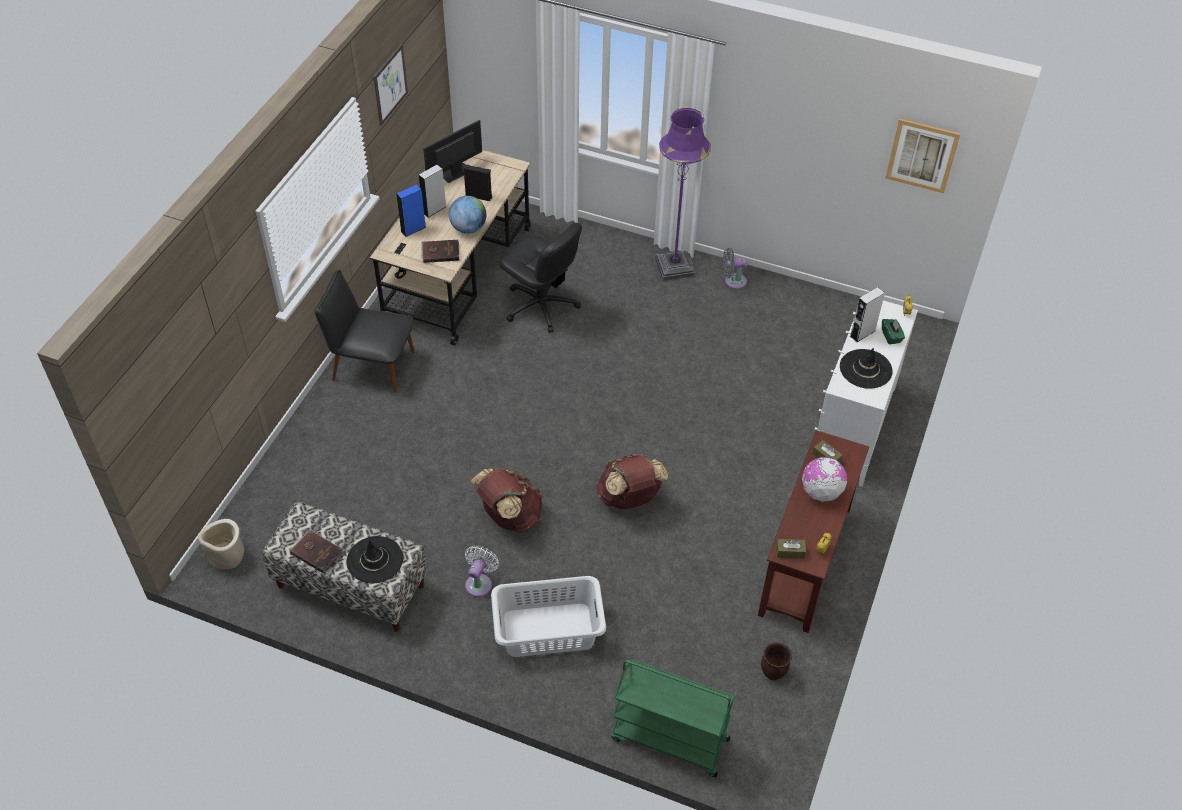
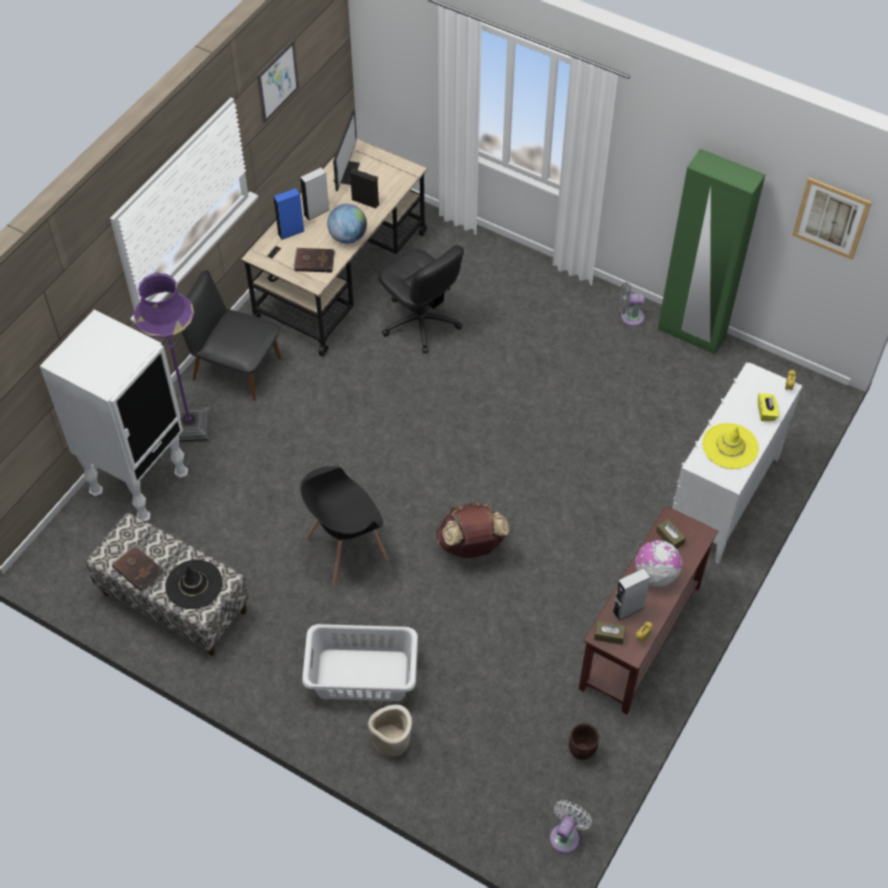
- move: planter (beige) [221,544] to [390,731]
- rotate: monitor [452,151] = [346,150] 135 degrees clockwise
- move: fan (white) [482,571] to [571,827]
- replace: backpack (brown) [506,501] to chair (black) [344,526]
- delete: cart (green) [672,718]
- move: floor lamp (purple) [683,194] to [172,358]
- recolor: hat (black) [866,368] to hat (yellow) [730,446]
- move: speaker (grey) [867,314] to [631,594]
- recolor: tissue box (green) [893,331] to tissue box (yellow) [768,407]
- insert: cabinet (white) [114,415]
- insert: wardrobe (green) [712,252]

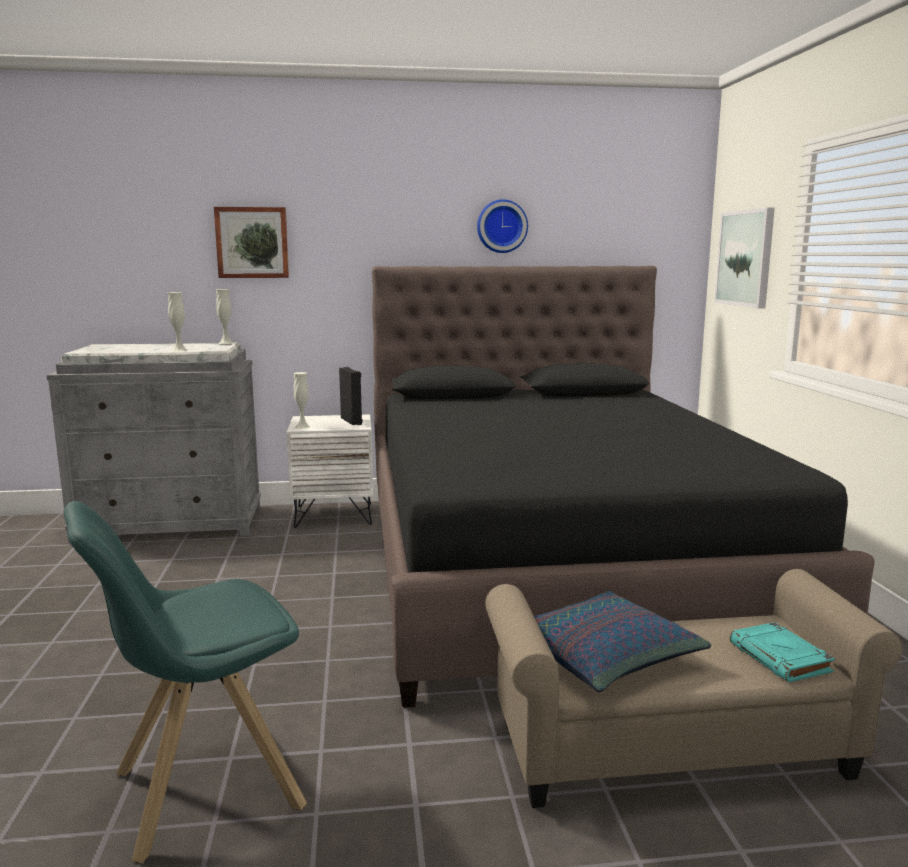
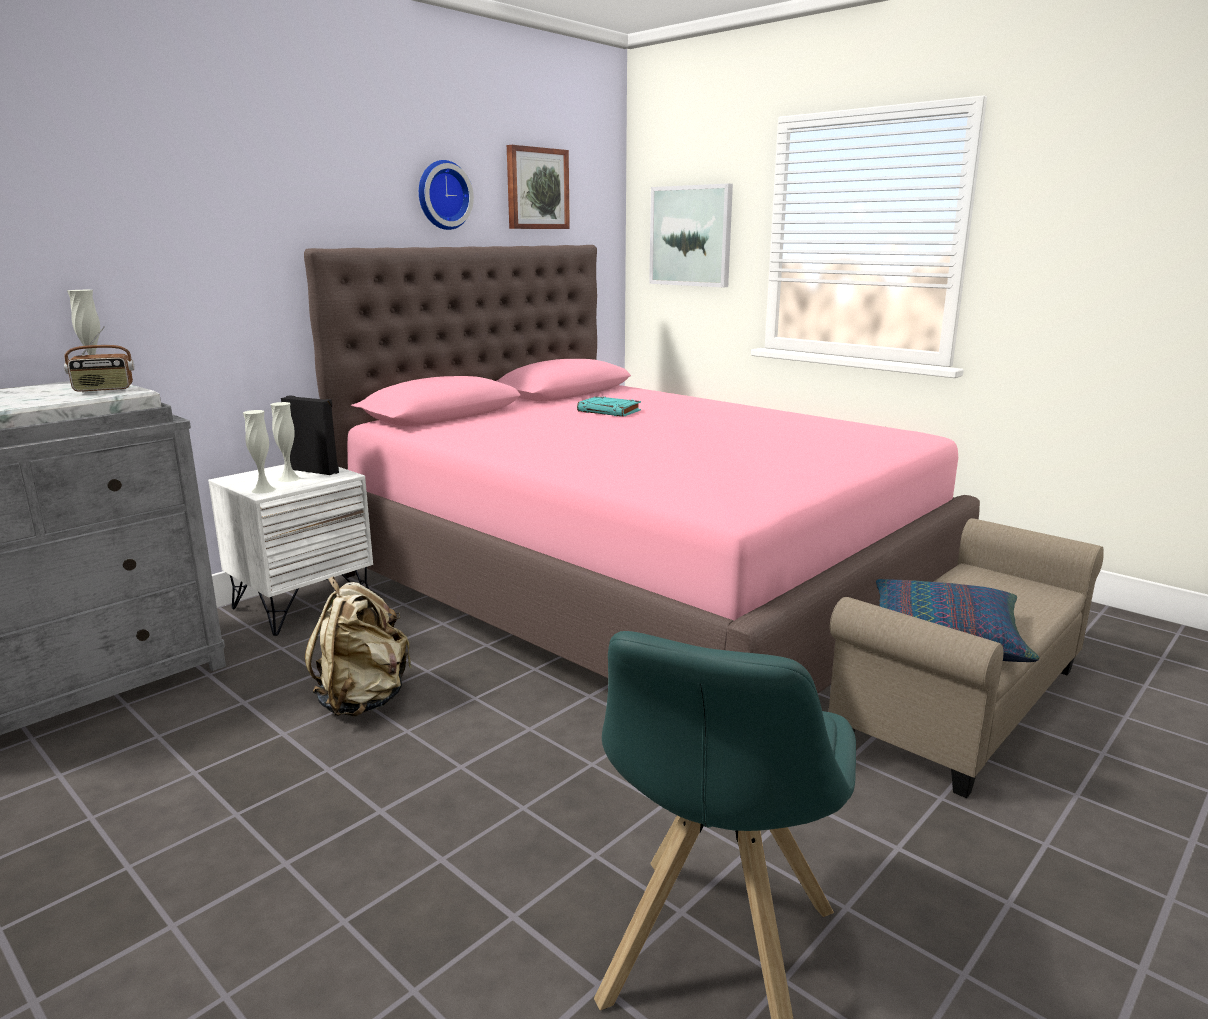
- move: vase (white) [177,321] to [285,442]
- move: picture [251,242] to [538,187]
- recolor: bed (black) [623,487] to bed (pink) [642,469]
- move: book (turquoise) [782,652] to [609,406]
- insert: radio [99,359]
- insert: backpack (beige) [358,647]

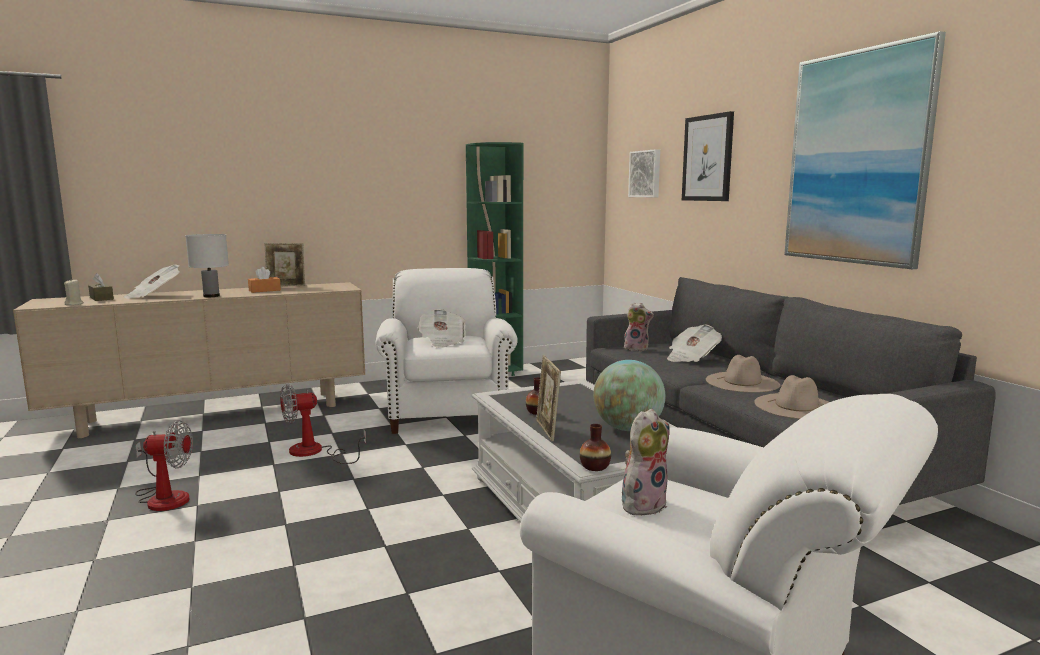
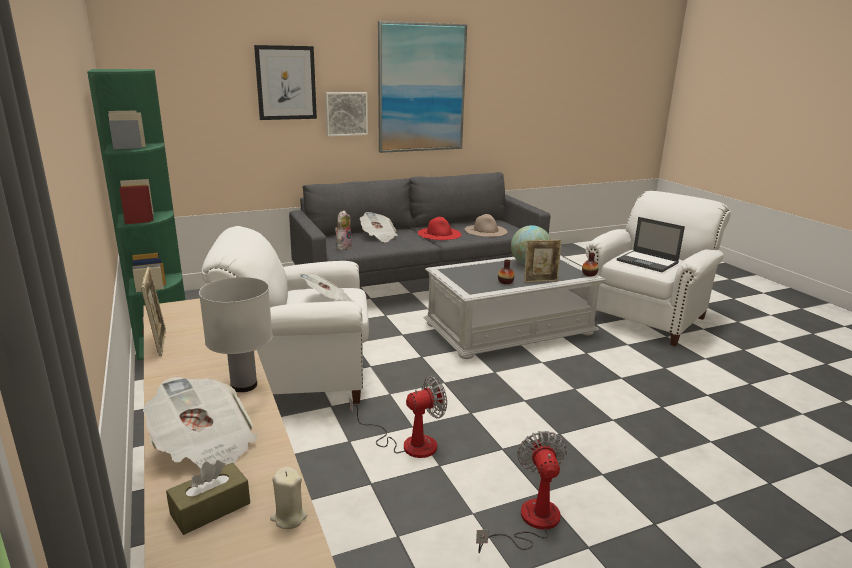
- delete: tissue box (orange) [264,280]
- rotate: fan [323,424] = [398,417] 90 degrees counterclockwise
- replace: plush toy [646,462] to laptop [651,244]
- move: picture [644,173] to [346,114]
- recolor: hat (beige) [743,374] to hat (red) [440,228]

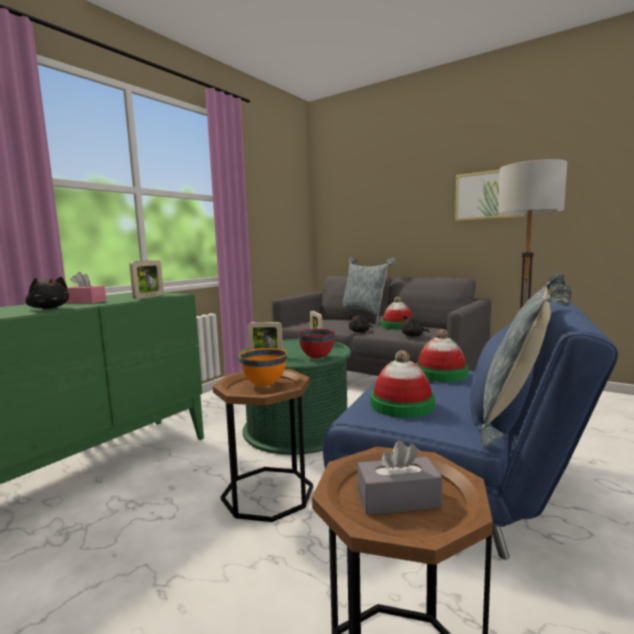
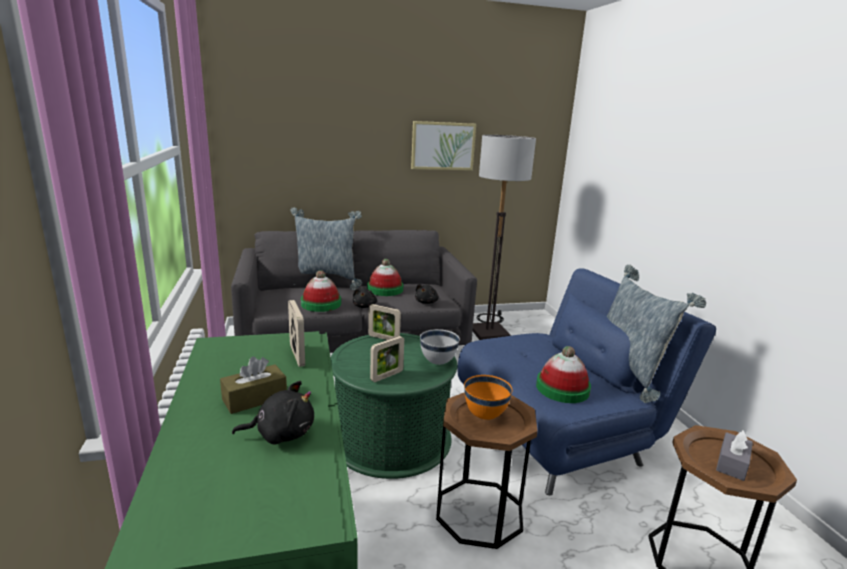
- recolor: tissue box (pink) [86,287] to tissue box (brown) [253,385]
- recolor: bowl (red) [316,343] to bowl (white) [440,347]
- move: hat [442,355] to [321,291]

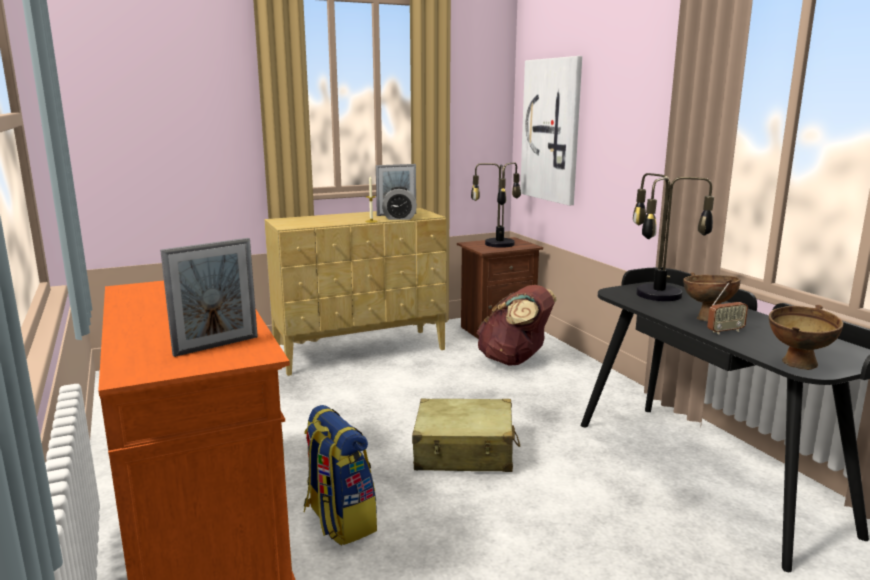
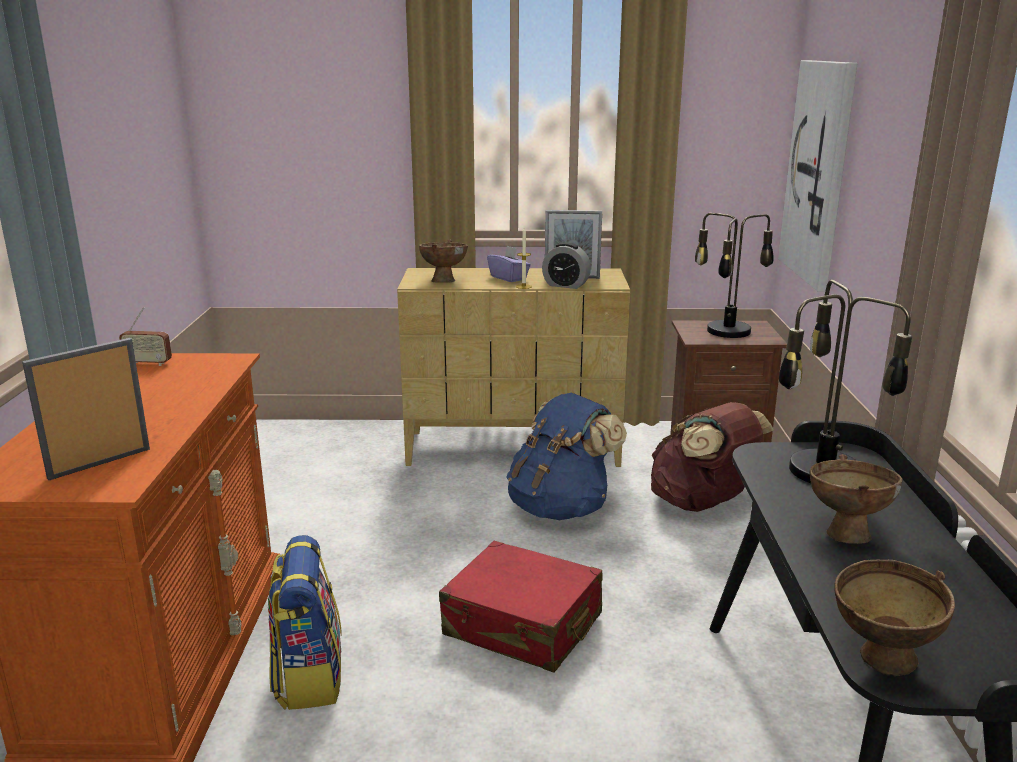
- rotate: picture frame [209,297] = [86,409] 150 degrees clockwise
- recolor: suitcase (beige) [466,435] to suitcase (red) [520,607]
- move: radio [727,308] to [145,336]
- insert: bowl (brown) [443,261]
- insert: tissue box (purple) [509,263]
- insert: backpack (blue) [566,456]

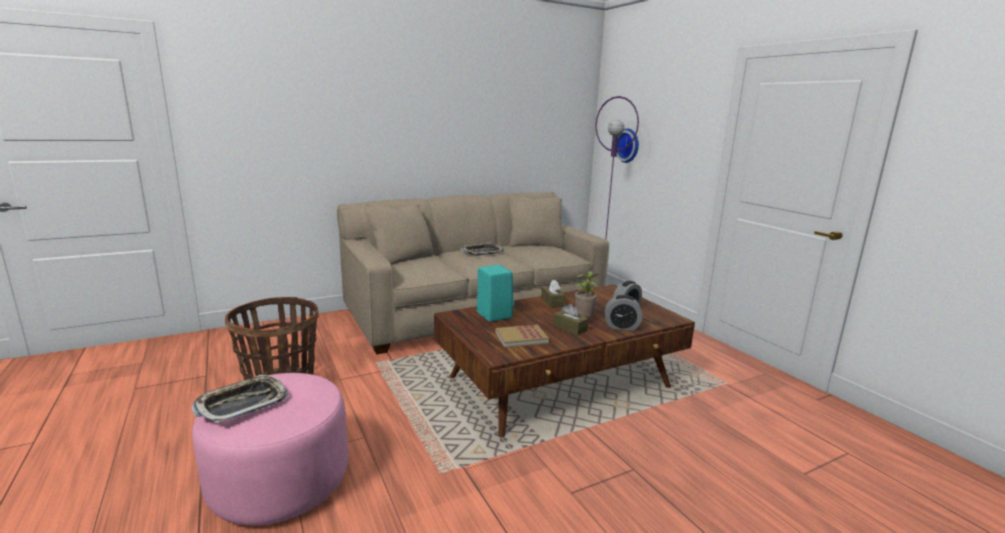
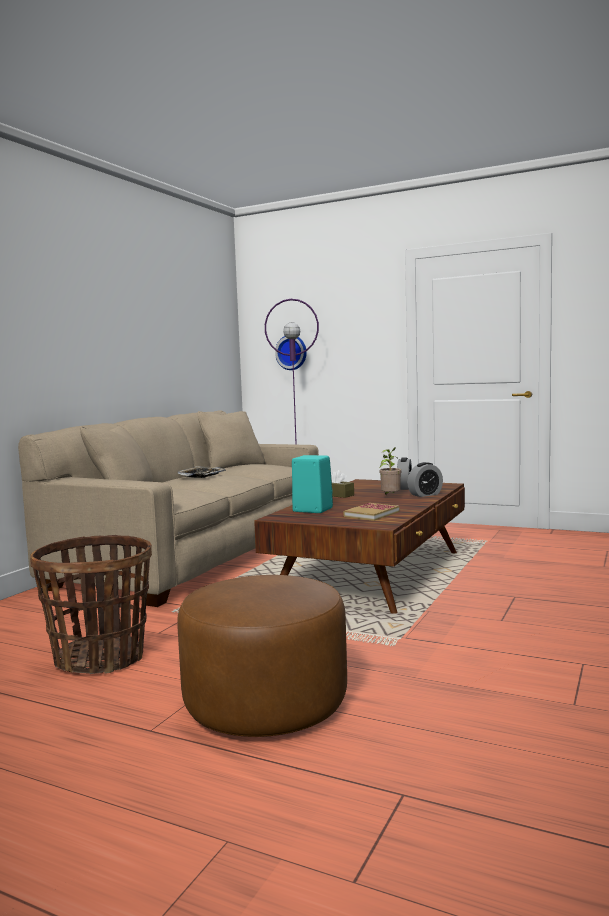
- delete: tray [239,399]
- recolor: ottoman (pink) [270,449] to ottoman (brown) [262,656]
- delete: tissue box (brown) [571,320]

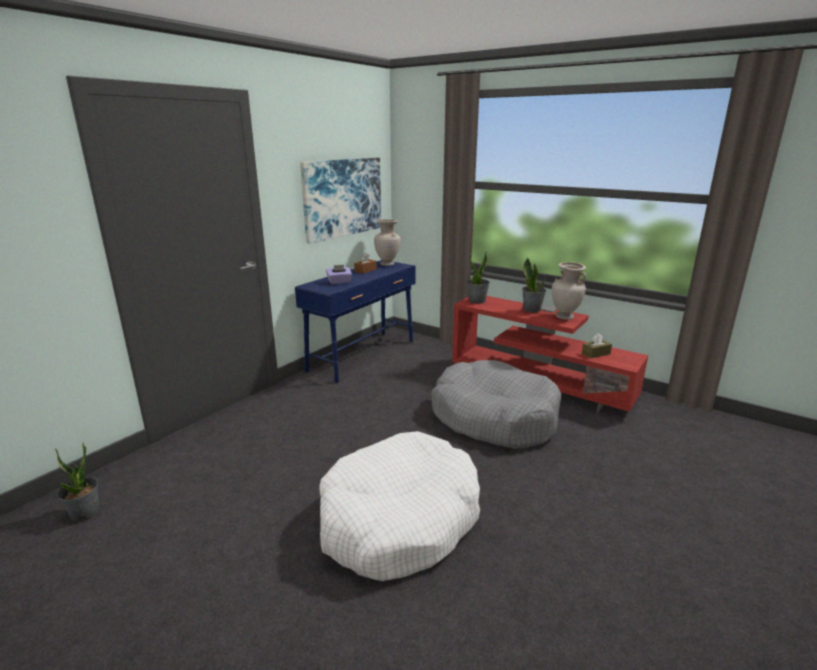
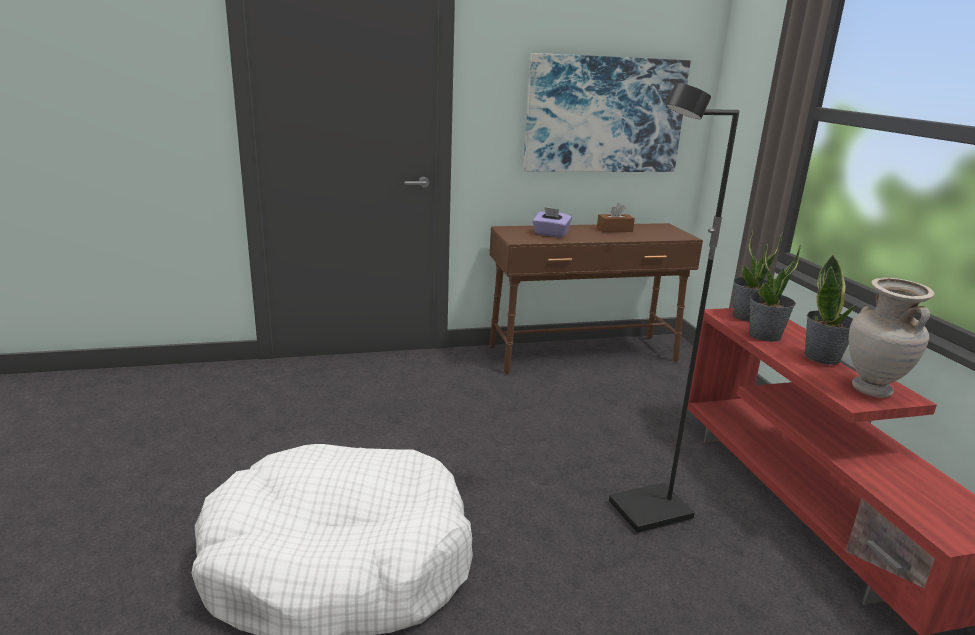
- move: potted plant [77,482] to [775,292]
- recolor: console table (blue) [355,321] to console table (brown) [596,298]
- delete: vase (beige) [387,243]
- replace: dog bed (grey) [496,404] to floor lamp (black) [674,308]
- delete: tissue box (brown) [597,345]

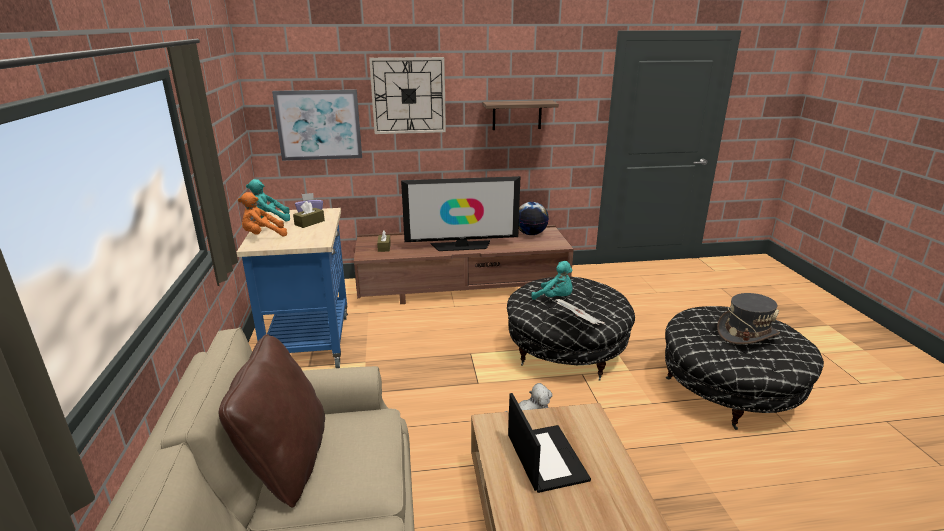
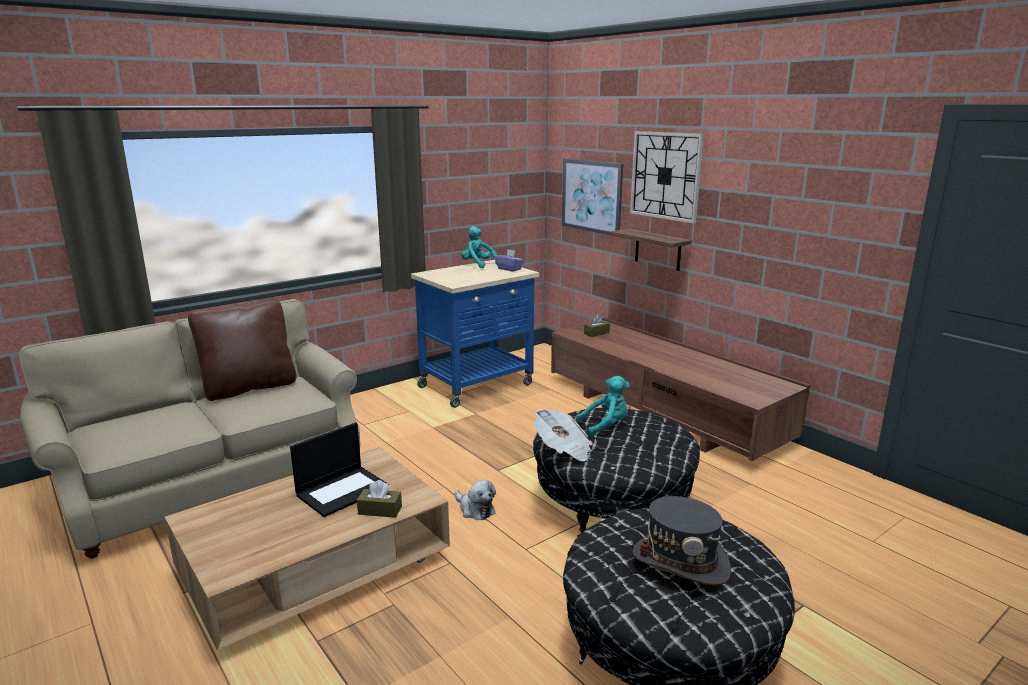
- delete: plush toy (orange) [262,214]
- move: tissue box (brown) [309,214] to [379,499]
- delete: television [460,213]
- move: shelf [521,115] to [651,250]
- delete: globe [534,218]
- rotate: plush toy (turquoise) [552,280] = [603,406] 105 degrees counterclockwise

